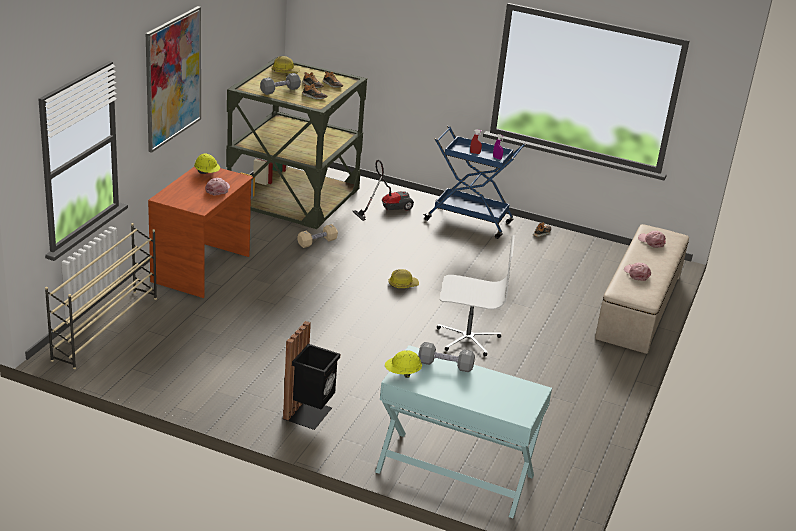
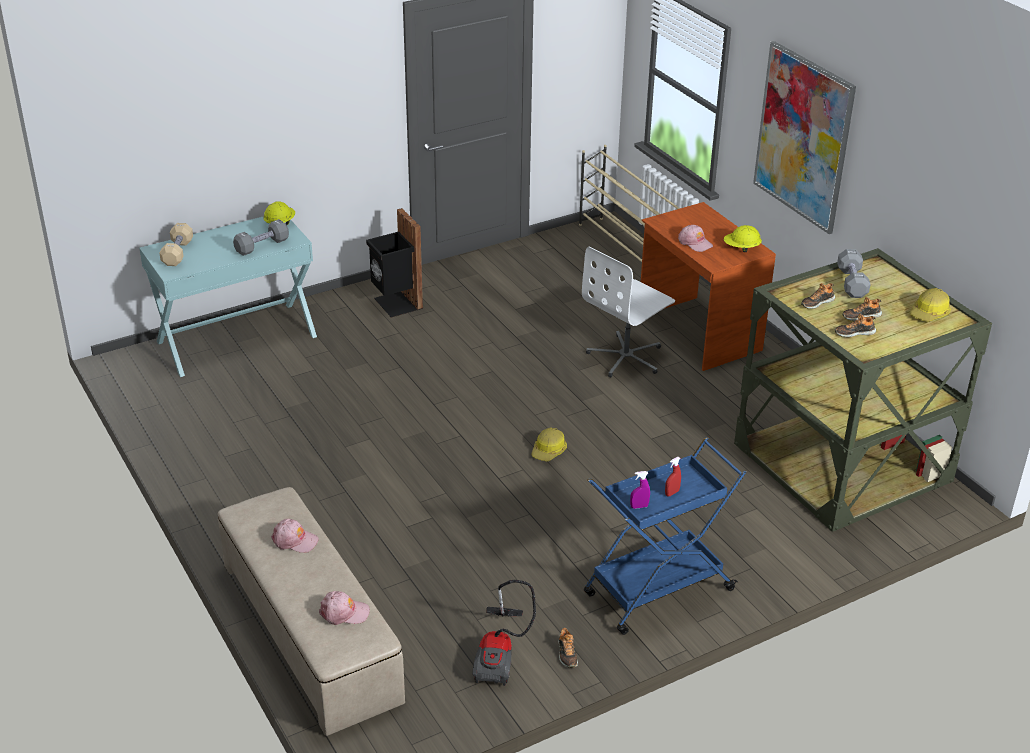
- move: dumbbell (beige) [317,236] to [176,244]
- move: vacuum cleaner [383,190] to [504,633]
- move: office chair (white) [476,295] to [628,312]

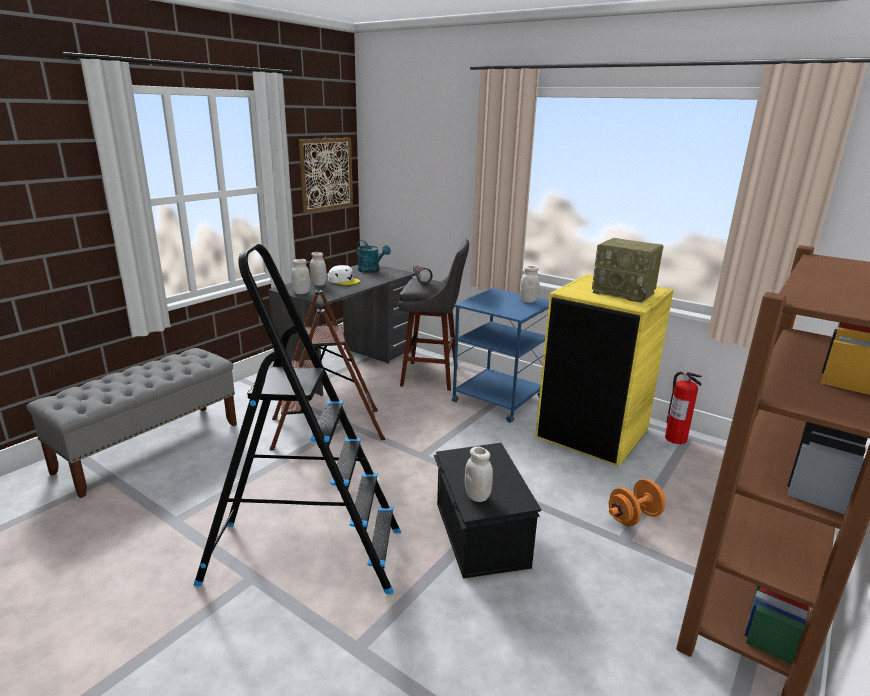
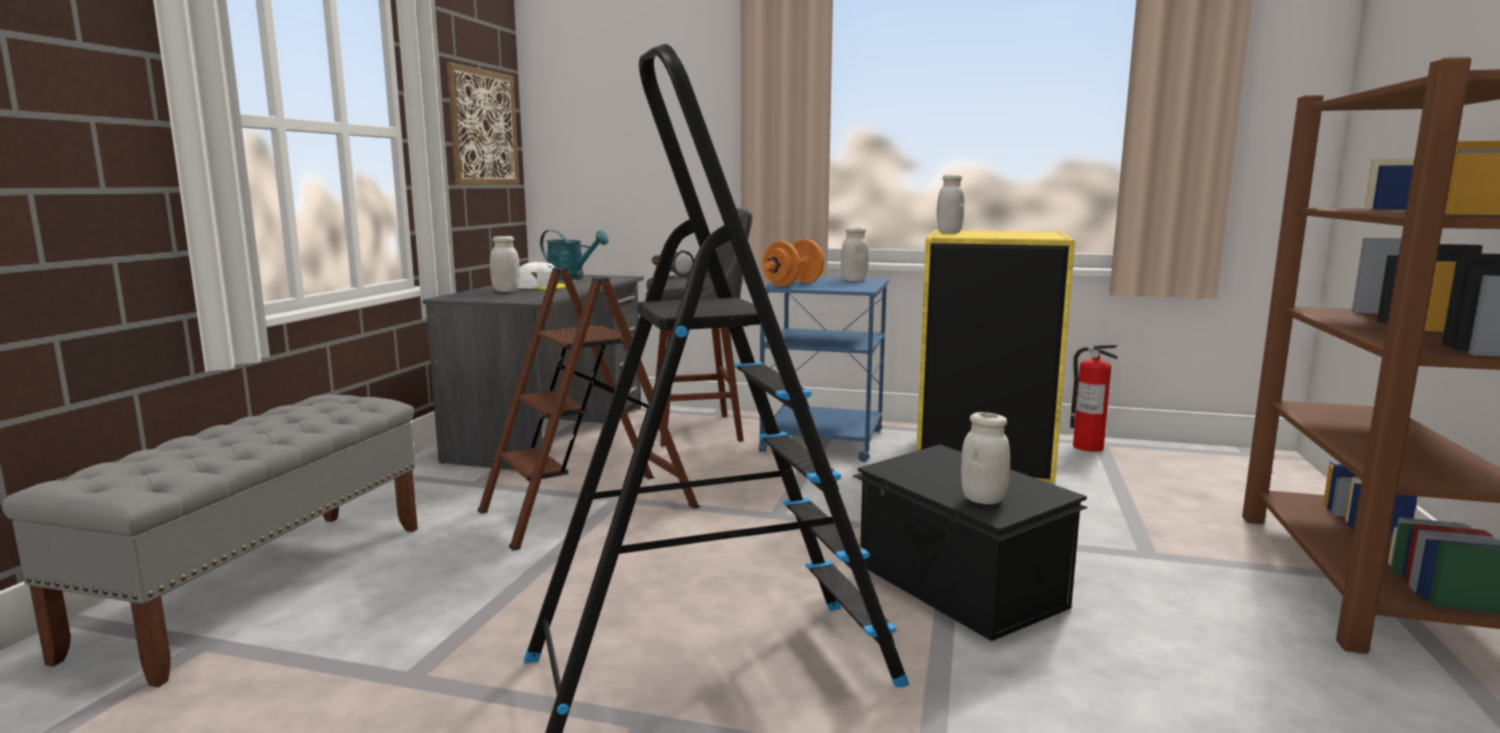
- move: jar (white) [300,276] to [950,203]
- delete: radio [627,270]
- move: dumbbell (orange) [637,503] to [793,263]

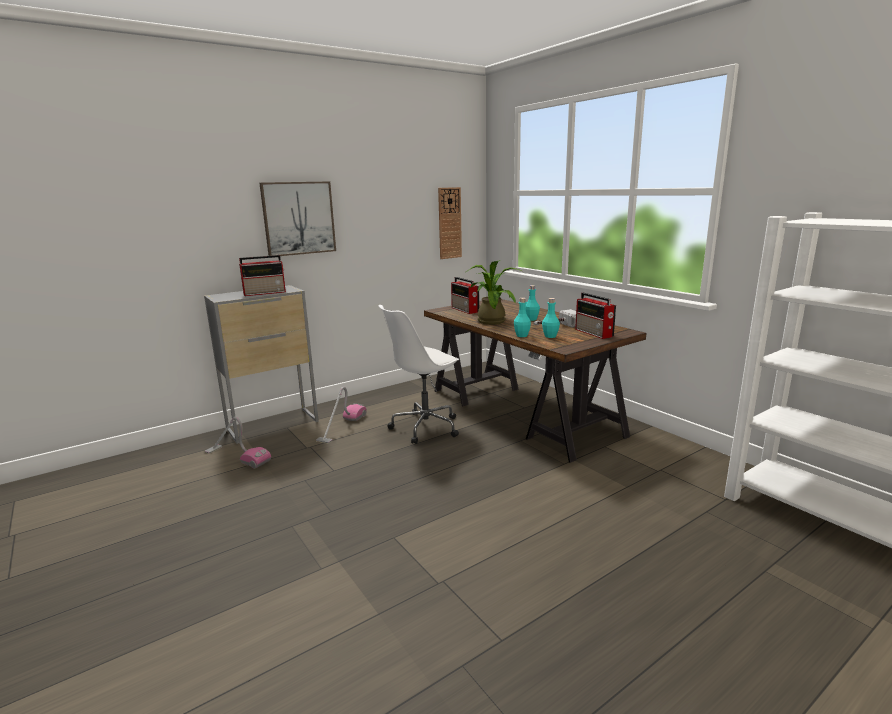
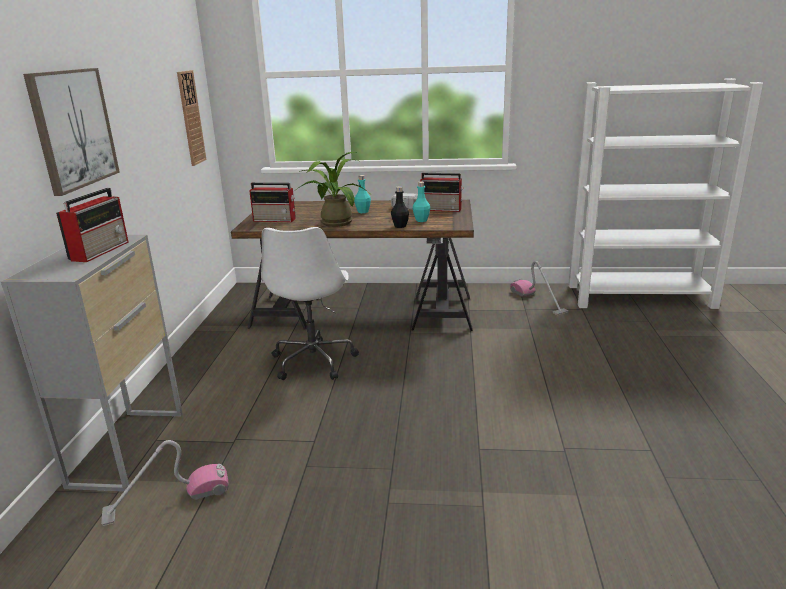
- move: vacuum cleaner [341,415] to [539,288]
- recolor: bottle (turquoise) [522,317] to bottle (black) [400,207]

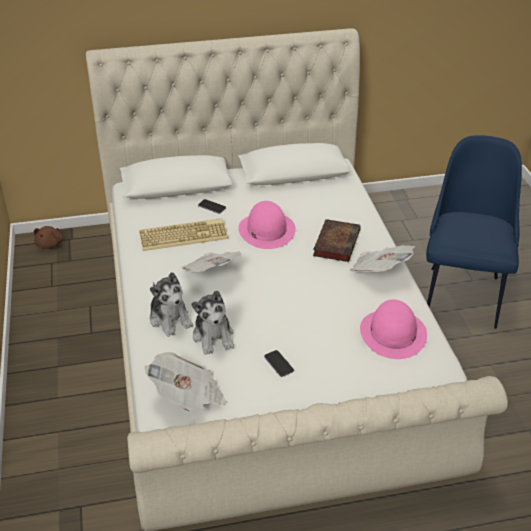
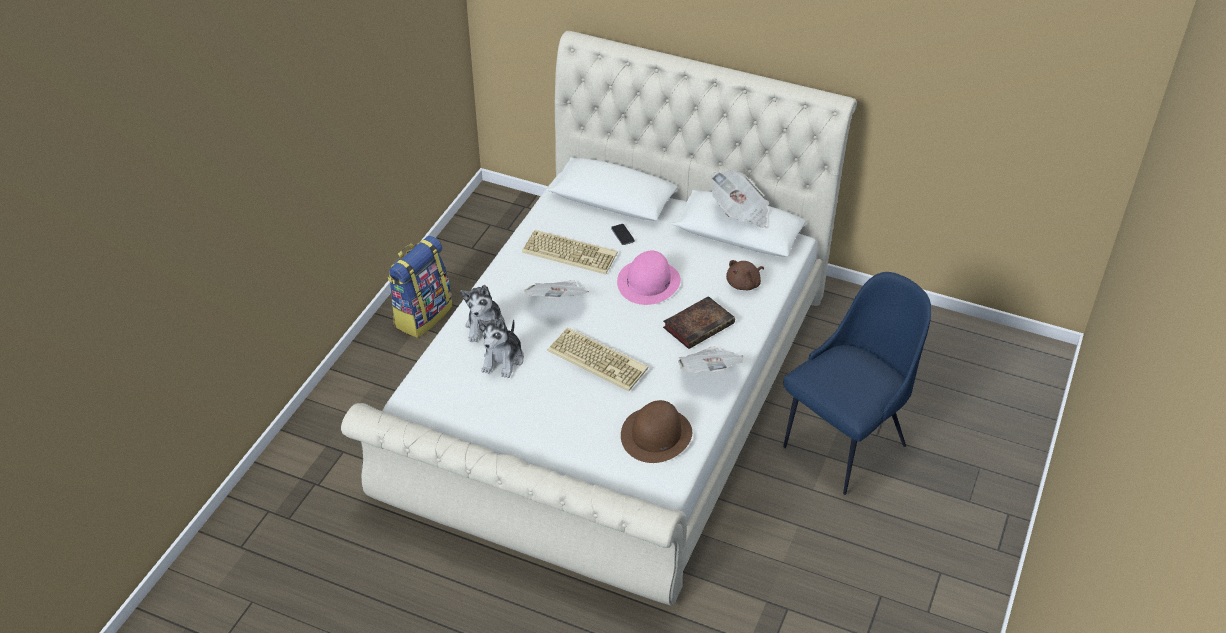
- move: plush toy (brown) [48,237] to [745,275]
- move: newspaper [185,381] to [740,199]
- delete: phone [279,363]
- recolor: hat (pink) [393,329] to hat (brown) [656,431]
- insert: backpack [420,287]
- insert: keyboard [598,359]

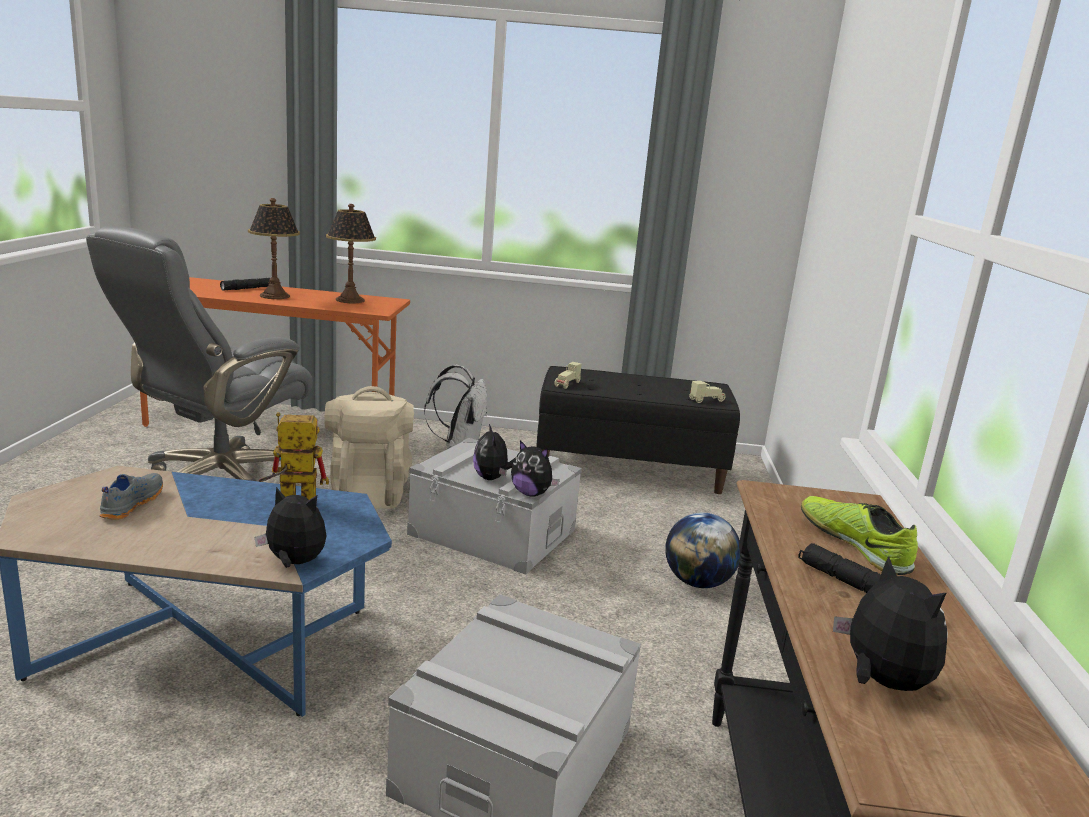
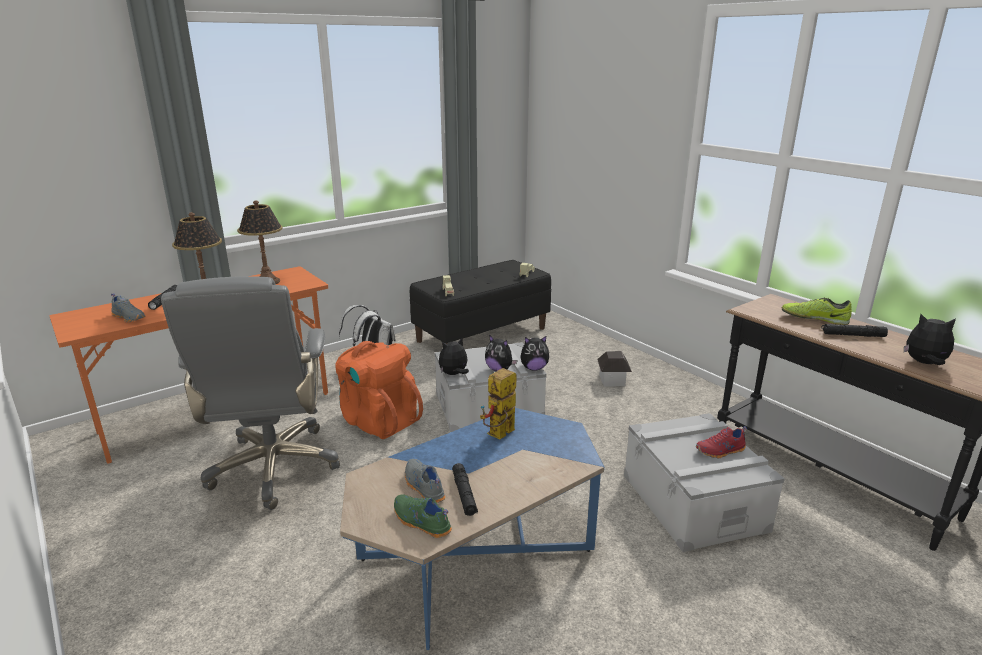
- move: plush toy [290,527] to [454,356]
- recolor: backpack (beige) [369,447] to backpack (orange) [379,390]
- replace: globe [703,550] to toy house [614,369]
- insert: shoe (grey) [128,307]
- insert: shoe (green) [423,516]
- insert: flashlight (black) [465,489]
- insert: shoe (red) [721,442]

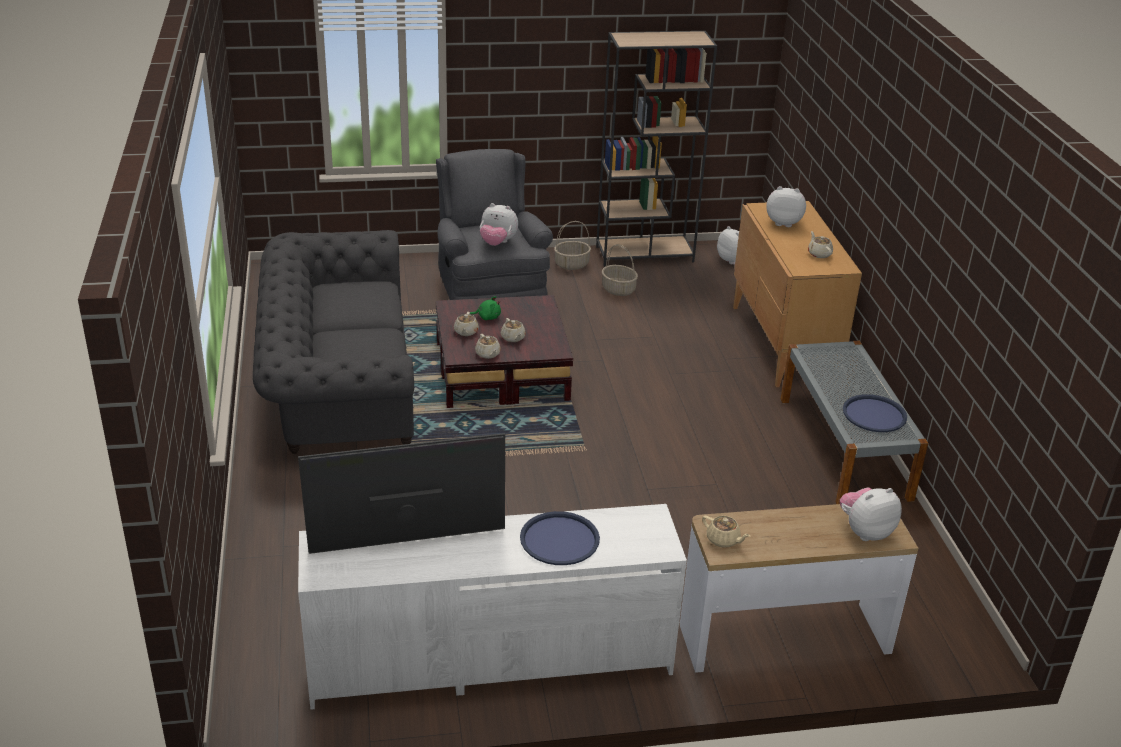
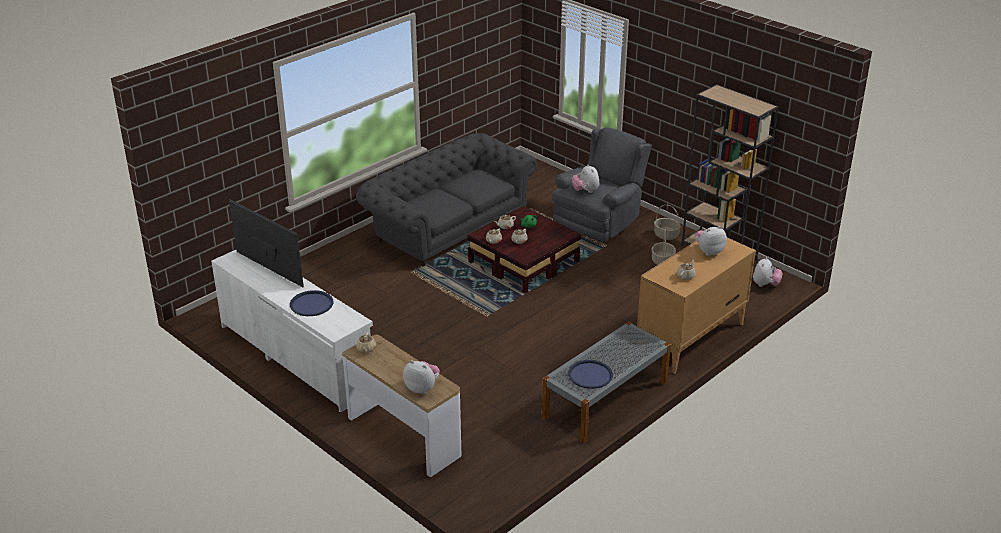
- rotate: plush toy [786,206] = [711,241] 90 degrees counterclockwise

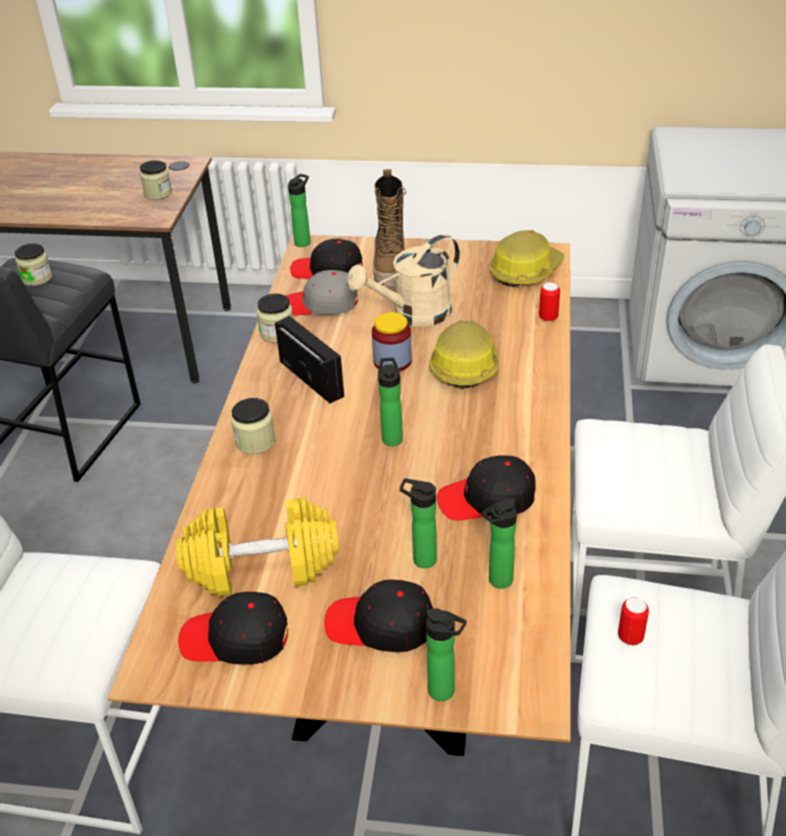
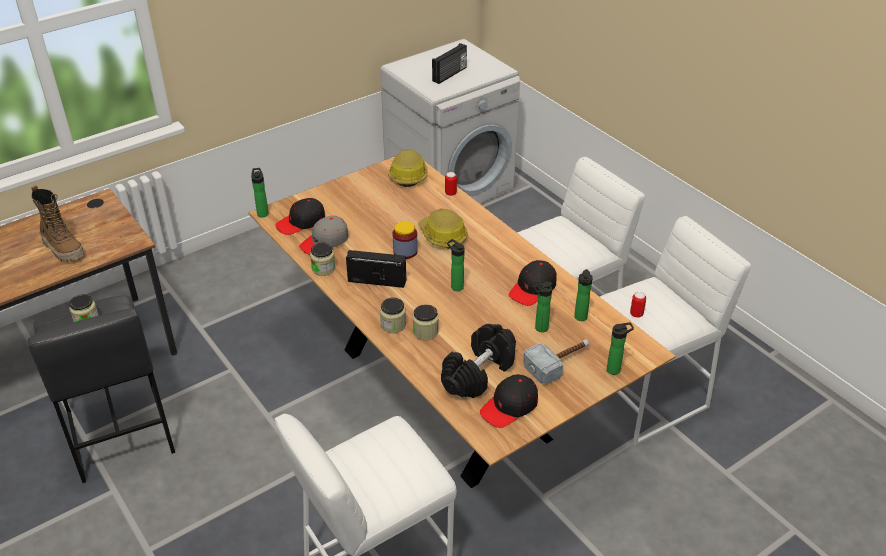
- move: jar [156,180] to [426,322]
- recolor: dumbbell (yellow) [257,547] to dumbbell (black) [478,361]
- replace: cap (black) [378,616] to hammer [556,361]
- delete: watering can (beige) [403,280]
- move: boot [389,227] to [57,223]
- insert: radio [449,63]

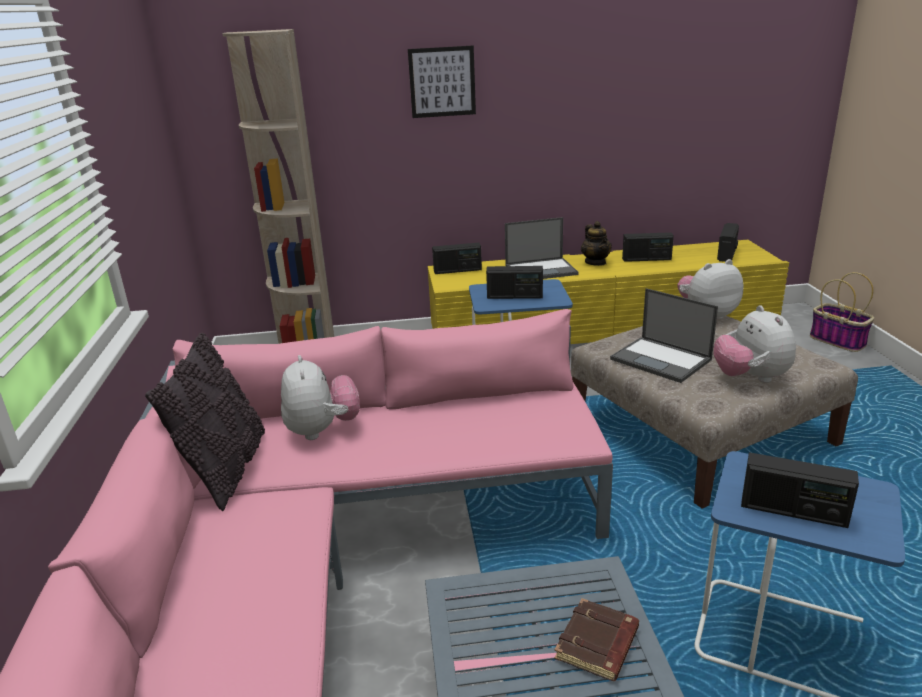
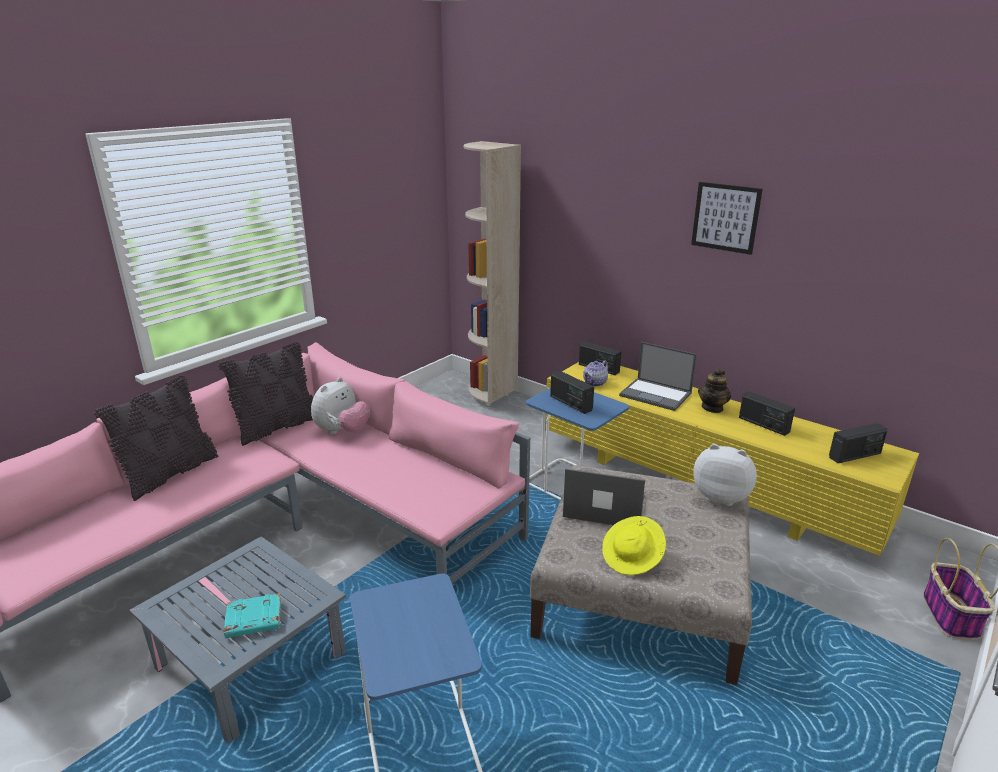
- move: picture [442,82] to [727,218]
- recolor: book (brown) [596,639] to book (turquoise) [252,615]
- rotate: laptop [664,335] = [604,496] 105 degrees clockwise
- replace: plush toy [755,344] to hat (yellow) [634,545]
- delete: radio [800,490]
- insert: pillow (black) [156,438]
- insert: teapot [595,373]

